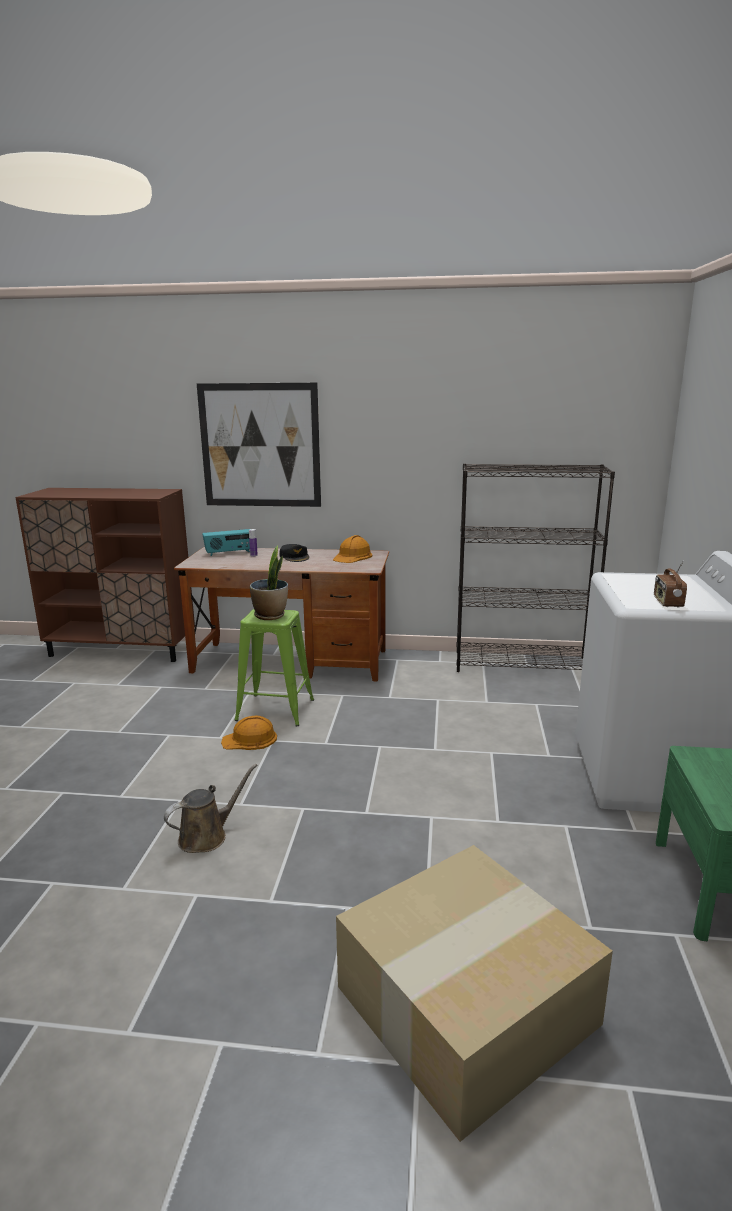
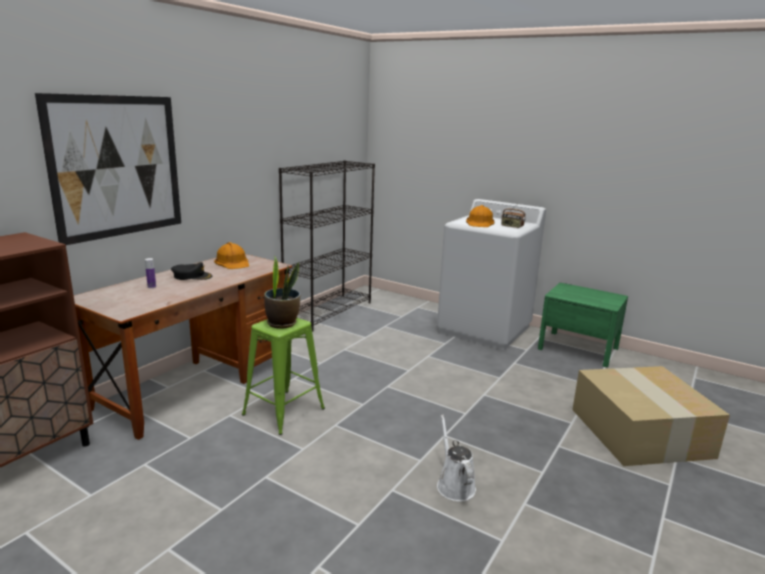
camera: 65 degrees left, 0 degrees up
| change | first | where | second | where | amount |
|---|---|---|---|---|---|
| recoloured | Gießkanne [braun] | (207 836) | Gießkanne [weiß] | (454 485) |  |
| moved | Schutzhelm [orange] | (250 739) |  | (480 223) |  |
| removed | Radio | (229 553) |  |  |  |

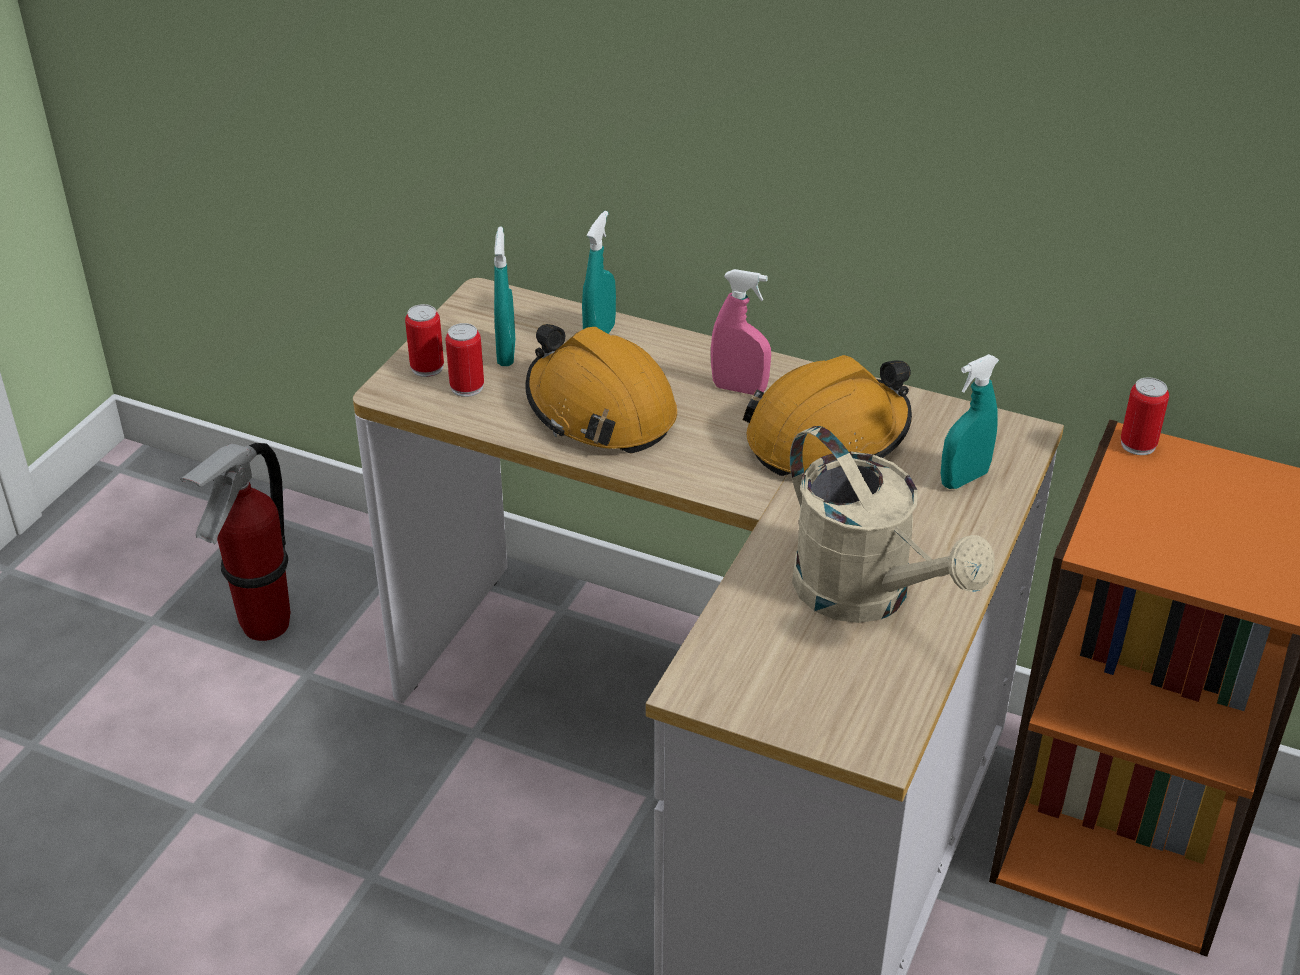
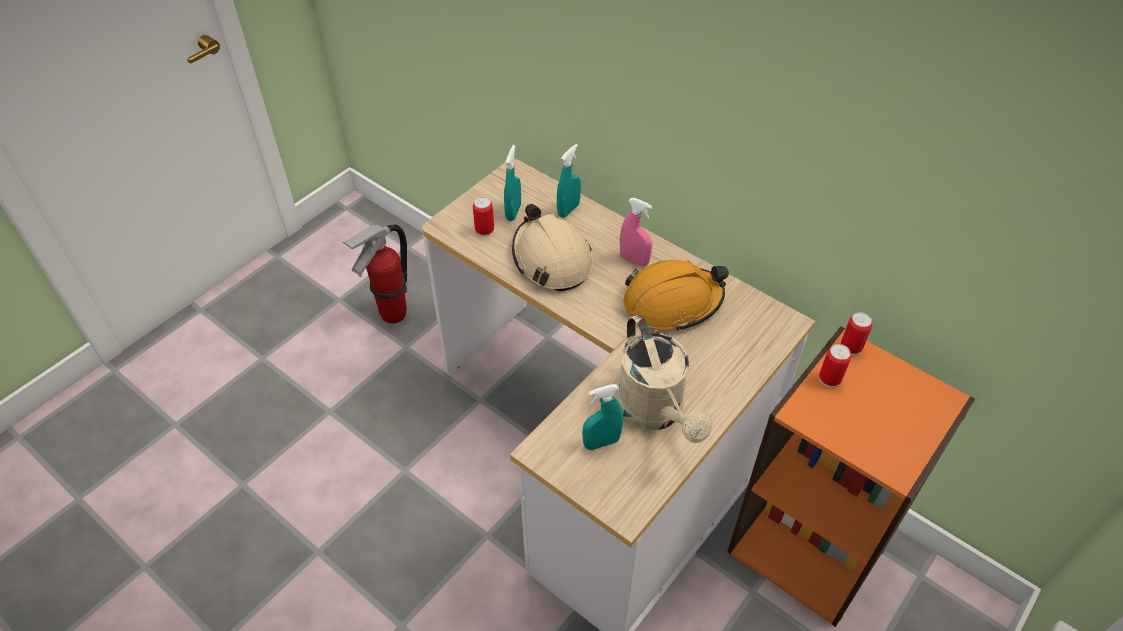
camera: 15 degrees right, 10 degrees up
| change | first | where | second | where | amount |
|---|---|---|---|---|---|
| recoloured | Schutzhelm [orange] | (600 410) | Schutzhelm [beige] | (551 259) |  |
| moved | Sprühflasche [türkis] | (964 479) |  | (601 442) |  |
| moved | Dose | (427 367) |  | (829 379) |  |

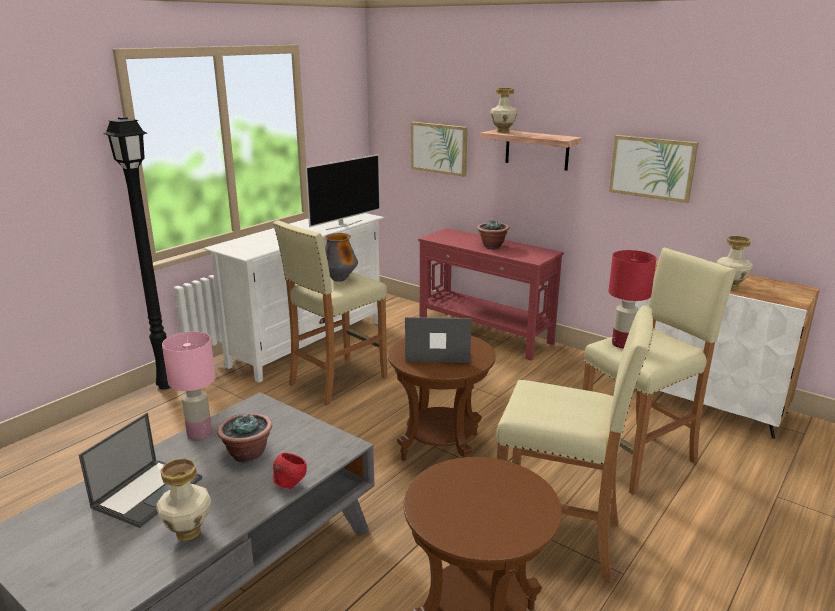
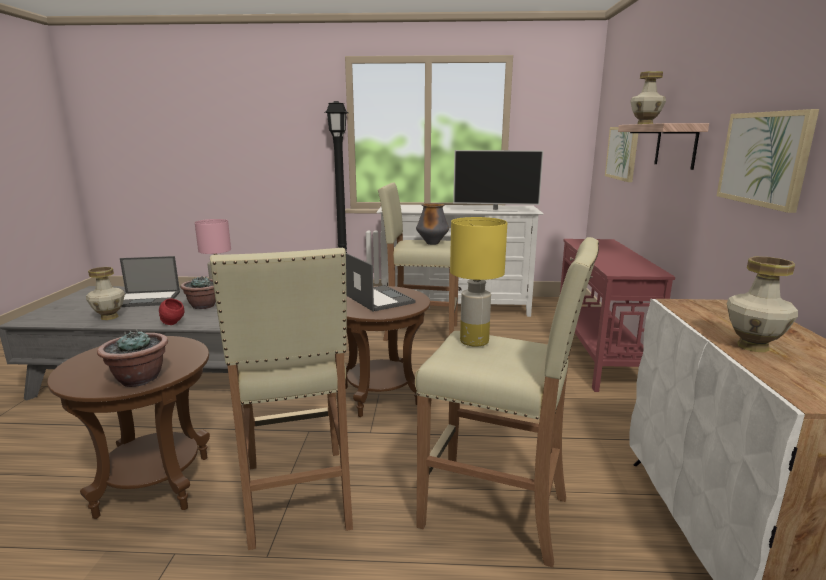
camera: 55 degrees right, 5 degrees down
| change | first | where | second | where | amount |
|---|---|---|---|---|---|
| moved | Topfpflanze | (492 246) |  | (139 379) |  |
| recoloured | Tischlampe [rot] | (623 344) | Tischlampe [gelb] | (475 341) |  |

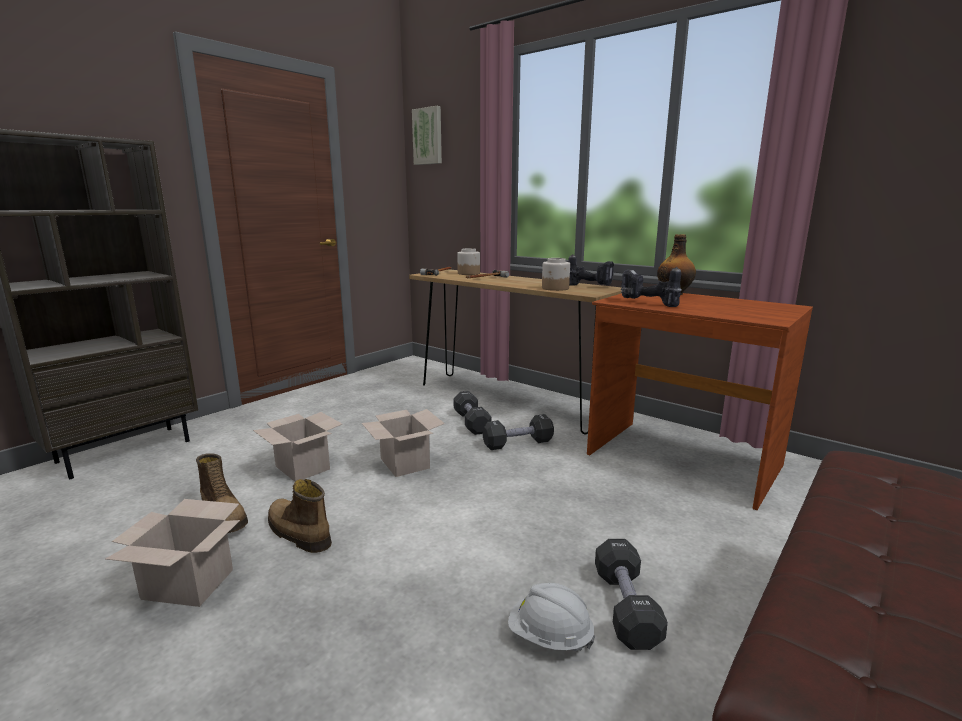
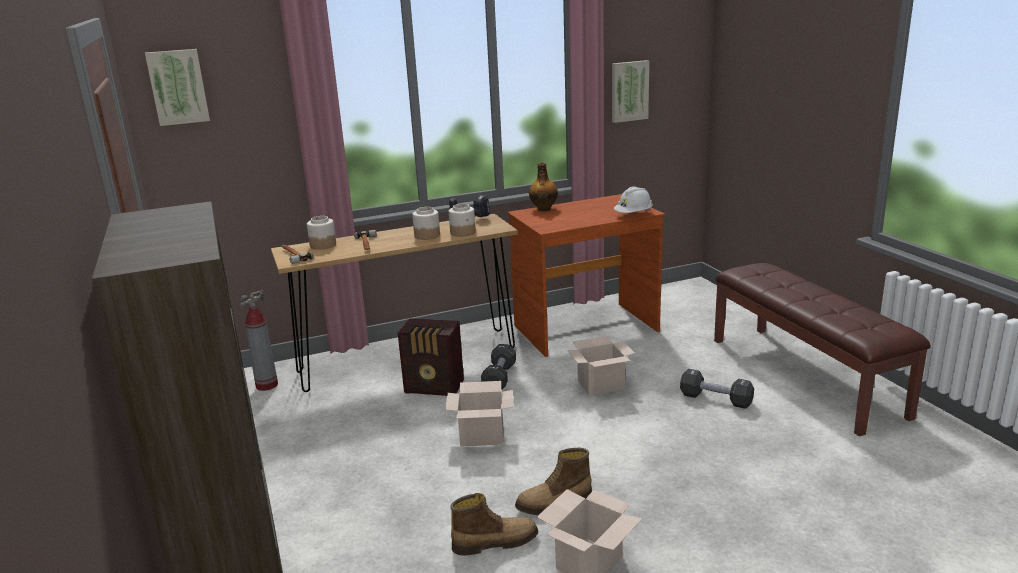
camera: 60 degrees left, 5 degrees up
| change | first | where | second | where | amount |
|---|---|---|---|---|---|
| added |  |  | Feuerlöscher | (266 385) |  |
| replaced | Hantel [schwarz] | (471 422) | Radio | (435 387) |  |
| added |  |  | Vorratsglas | (427 235) |  |
| moved | Karton | (304 468) |  | (601 384) |  |
| added |  |  | Bild | (629 91) |  |
| moved | Schutzhelm [weiß] | (549 637) |  | (633 215) |  |
| removed | Bohrmaschine | (646 303) |  |  |  |

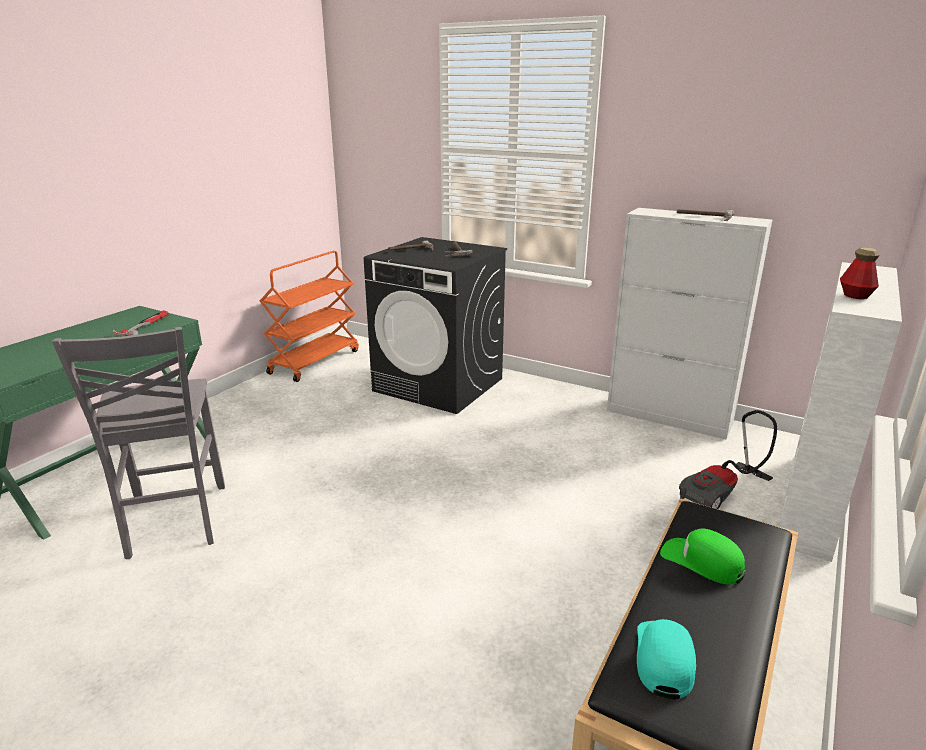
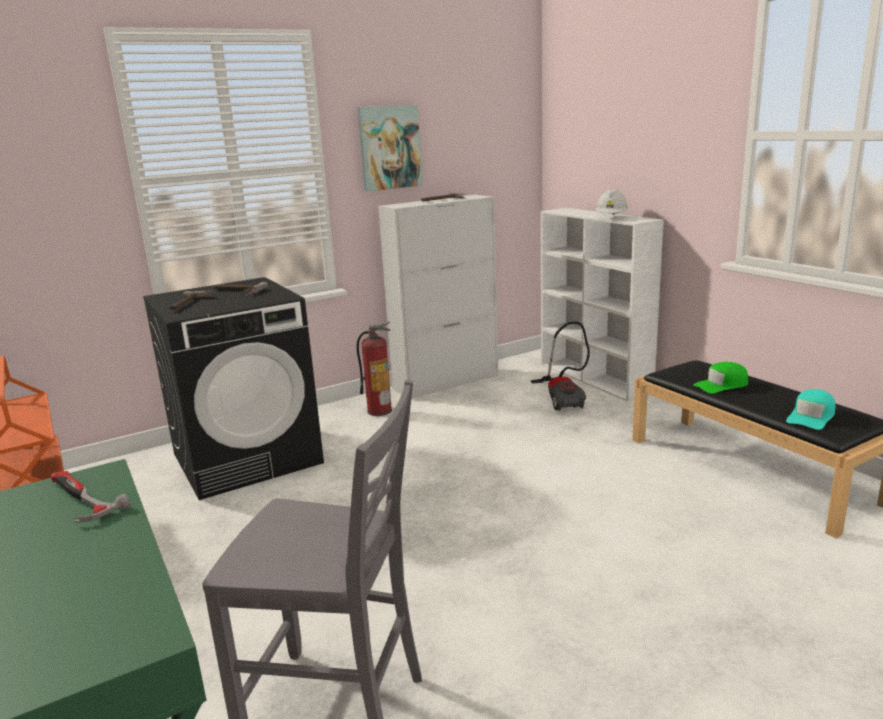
camera: 60 degrees left, 5 degrees down
| change | first | where | second | where | amount |
|---|---|---|---|---|---|
| added |  |  | Feuerlöscher | (379 411) |  |
| added |  |  | Bild | (389 147) |  |
| replaced | Flasche | (855 295) | Schutzhelm [weiß] | (611 218) |  |
| turned | Kappe [türkis] | (664 659) |  | (811 417) | 90 degrees counterclockwise |

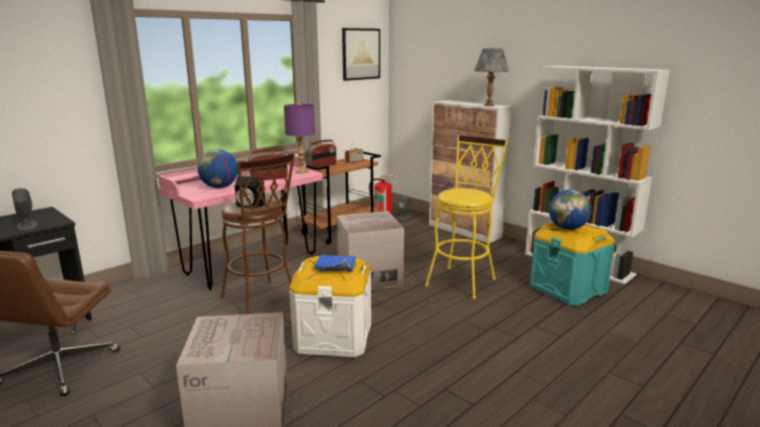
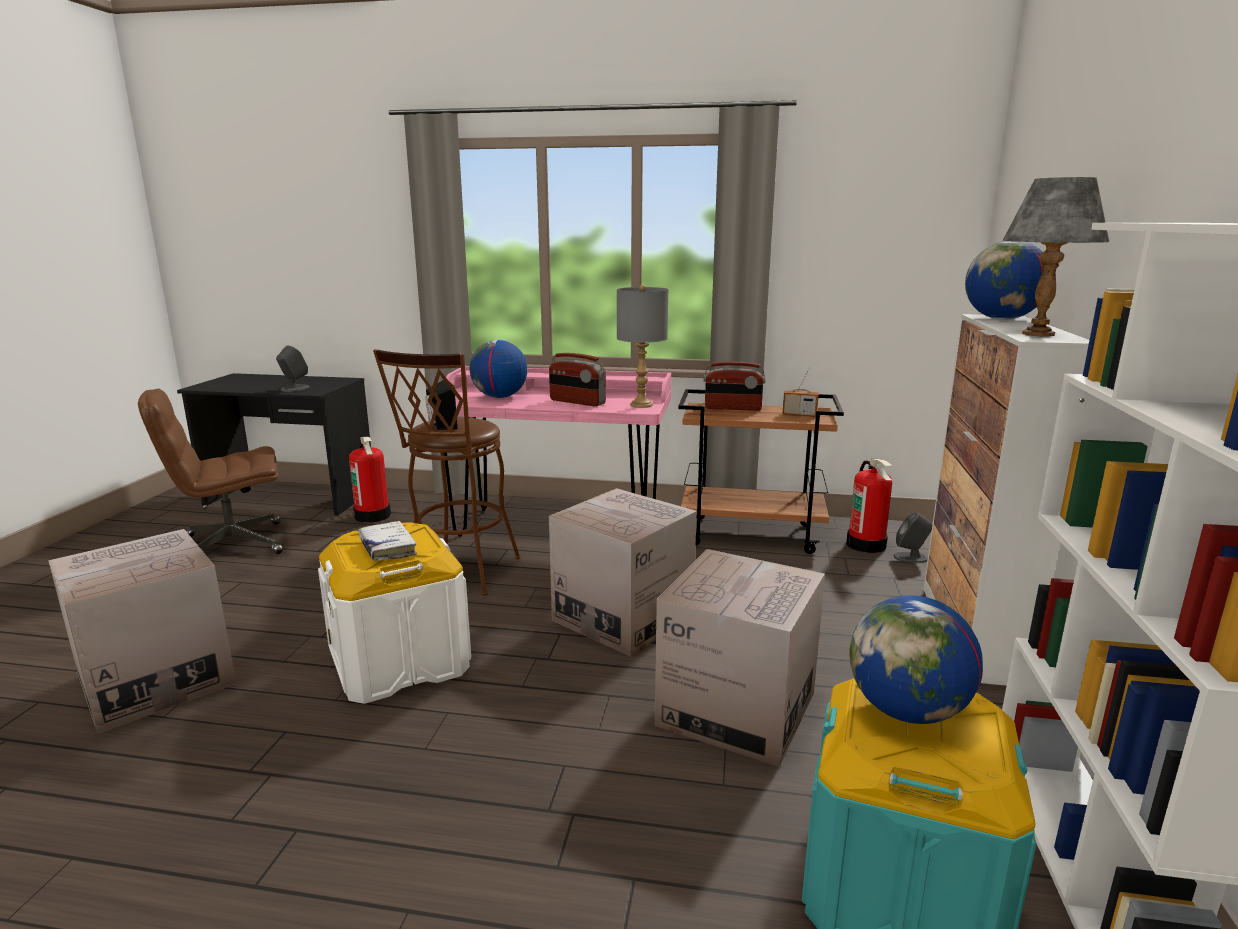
camera: 55 degrees right, 0 degrees up
| change | first | where | second | where | amount |
|---|---|---|---|---|---|
| added |  |  | Feuerlöscher | (373 515) |  |
| recoloured | Buch [blau] | (335 267) | Buch [weiß] | (387 548) |  |
| recoloured | Tischlampe [lila] | (301 172) | Tischlampe [grau] | (641 405) |  |
| replaced | Hocker [gelb] | (463 280) | Karton | (736 709) |  |
| added |  |  | Globus | (1001 319) |  |
| removed | Bild | (361 54) |  |  |  |

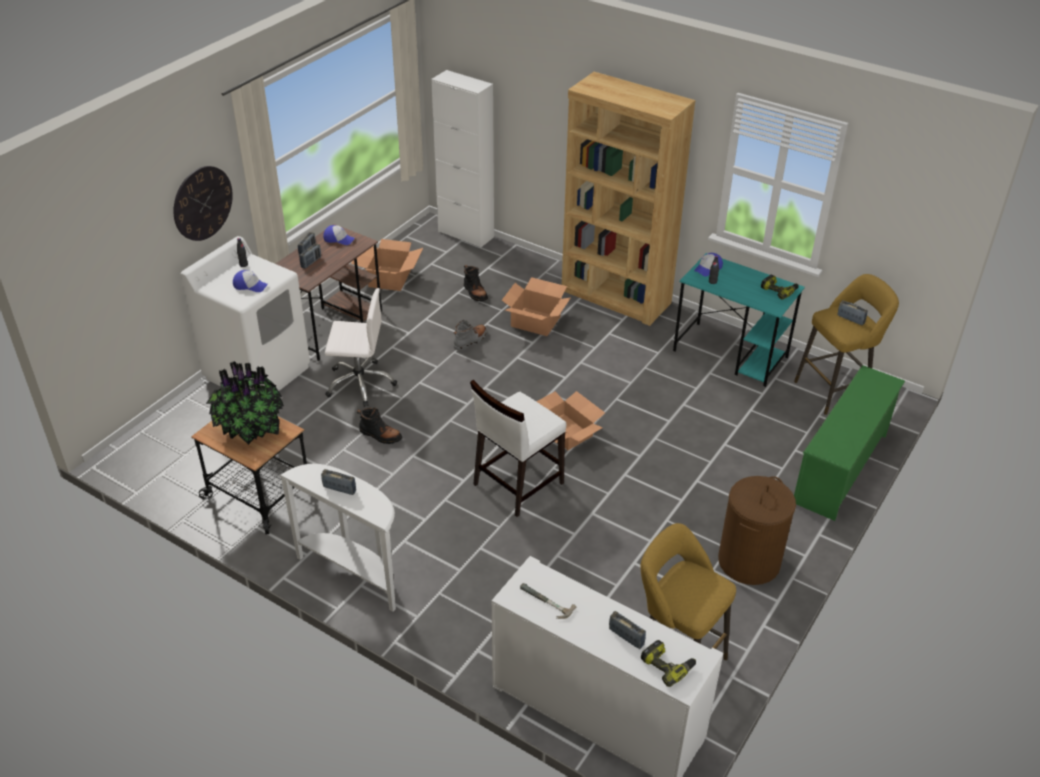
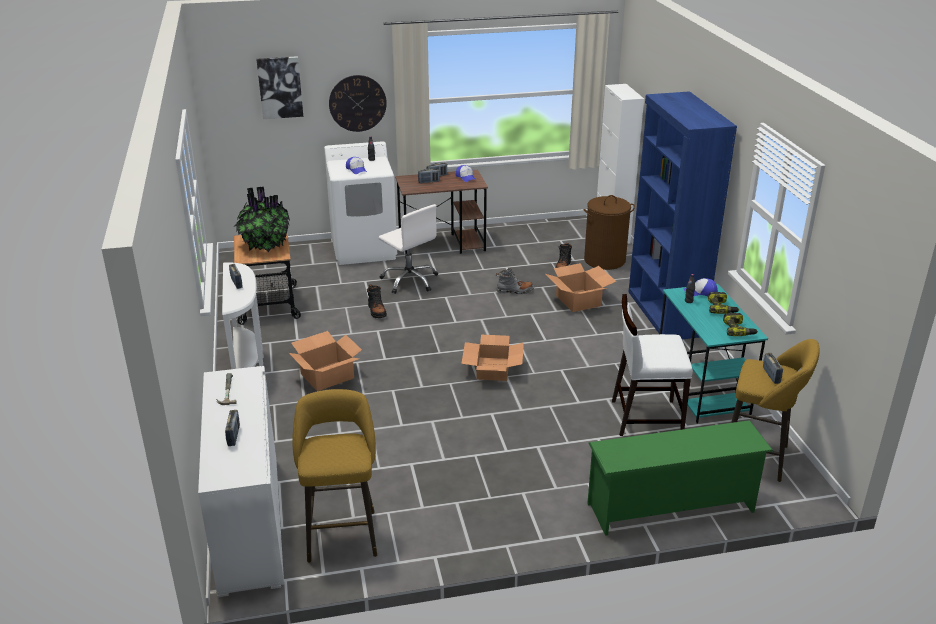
camera: 45 degrees right, 10 degrees down
| change | first | where | second | where | amount |
|---|---|---|---|---|---|
| added |  |  | Bild | (280 87) |  |
| moved | Karton | (389 278) |  | (327 376) |  |
| moved | Wäschekorb [braun] | (749 562) |  | (604 260) |  |
| moved | Stuhl [weiß] | (517 484) |  | (645 417) |  |
| recoloured | Bücherregal [braun] | (615 297) | Bücherregal [blau] | (664 314) |  |
| moved | Bohrmaschine | (668 665) |  | (721 308) |  |

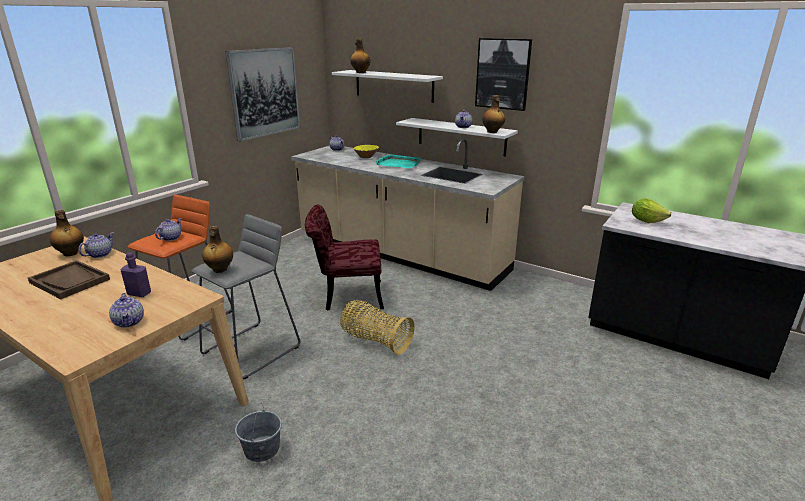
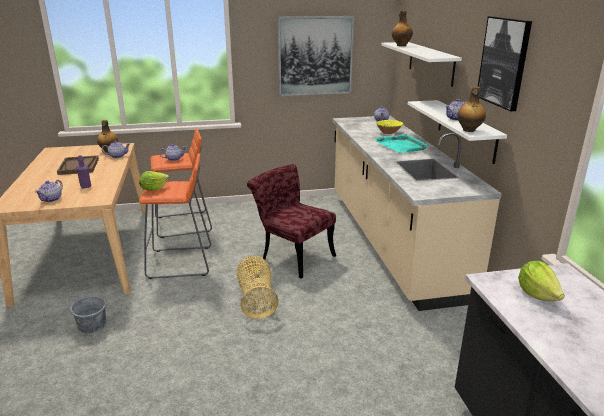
camera: 45 degrees right, 0 degrees up
| change | first | where | second | where | amount |
|---|---|---|---|---|---|
| recoloured | Hocker [grau] | (252 350) | Hocker [orange] | (181 262) |  |
| replaced | Flasche | (220 270) | Salatkopf | (153 189) |  |

